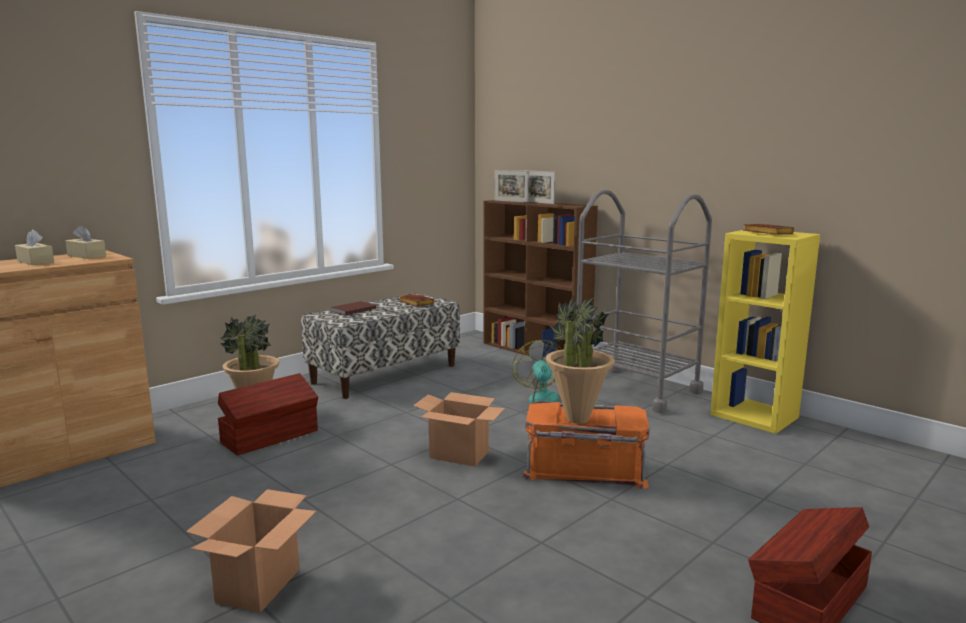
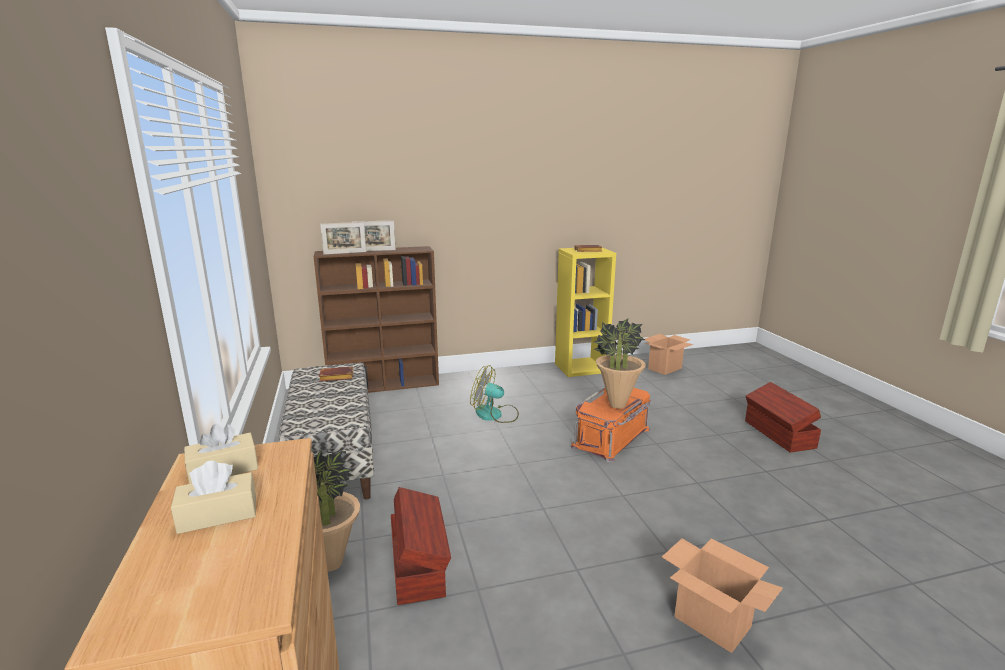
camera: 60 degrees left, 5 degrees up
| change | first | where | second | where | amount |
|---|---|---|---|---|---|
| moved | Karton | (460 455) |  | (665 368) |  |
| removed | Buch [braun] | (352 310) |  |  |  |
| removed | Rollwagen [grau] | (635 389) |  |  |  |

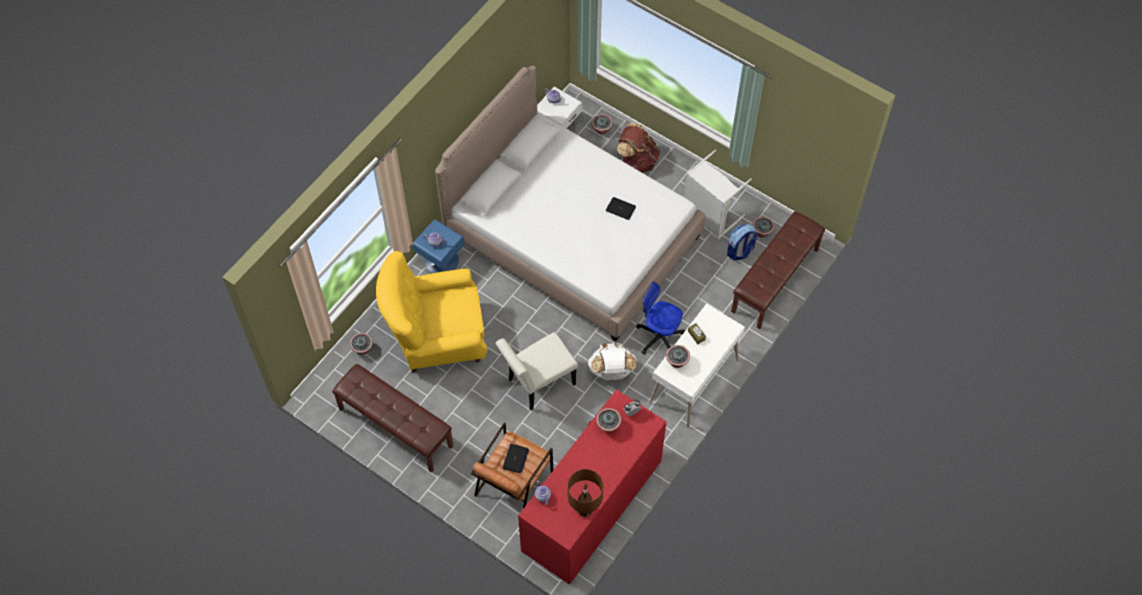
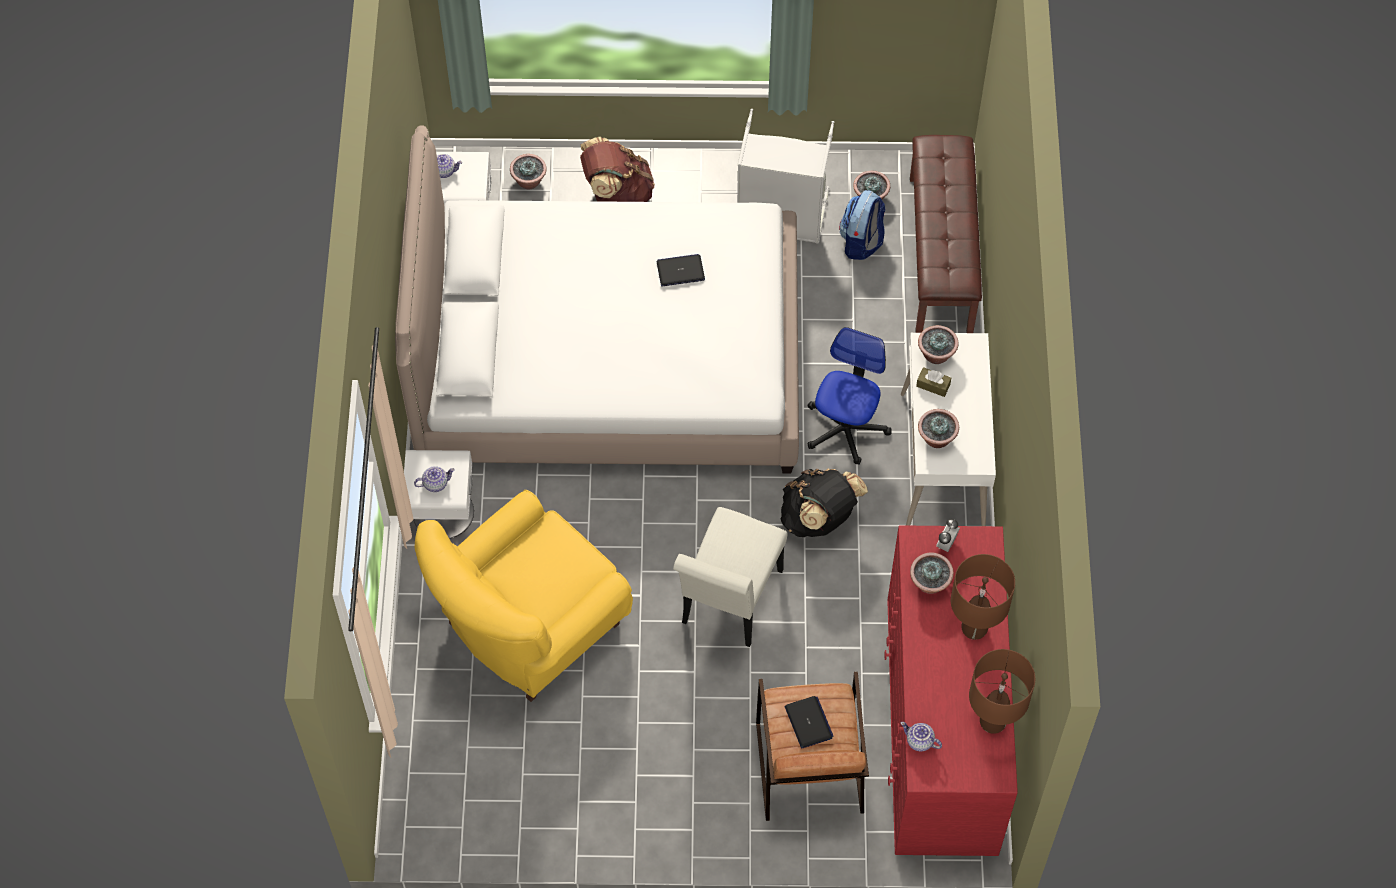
camera: 35 degrees left, 0 degrees up
| change | first | where | second | where | amount |
|---|---|---|---|---|---|
| recoloured | Nachttisch [blau] | (441 260) | Nachttisch [weiß] | (442 512) |  |
| recoloured | Rucksack [weiß] | (612 371) | Rucksack [schwarz] | (819 518) |  |
| turned | Bürostuhl | (659 336) |  | (845 428) | 120 degrees clockwise |
| moved | Topfpflanze | (362 349) |  | (936 354) |  |
| added |  |  | Tischlampe [braun] | (974 628) |  |
| removed | Bank [braun] | (395 427) |  |  |  |

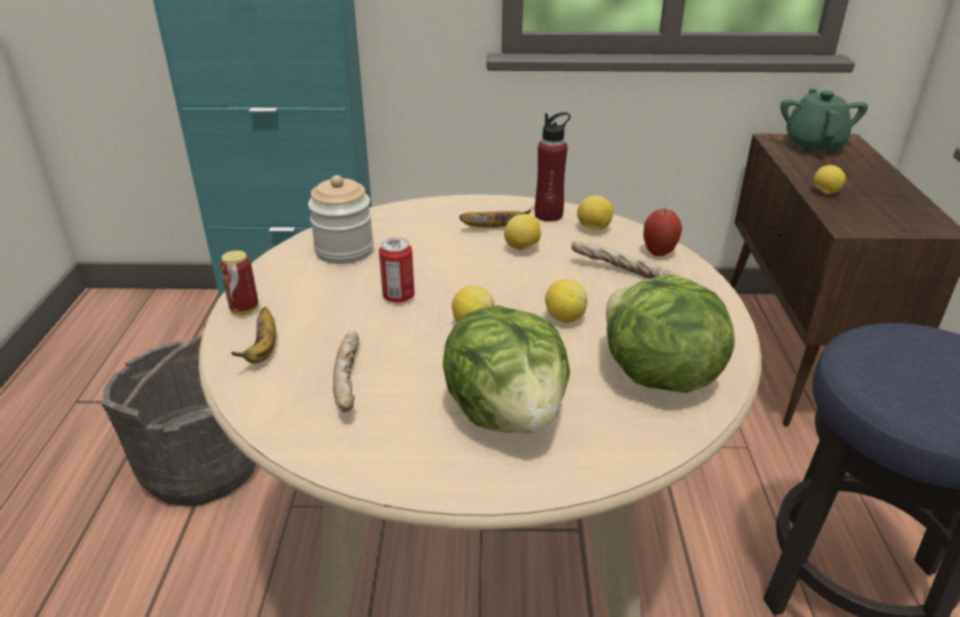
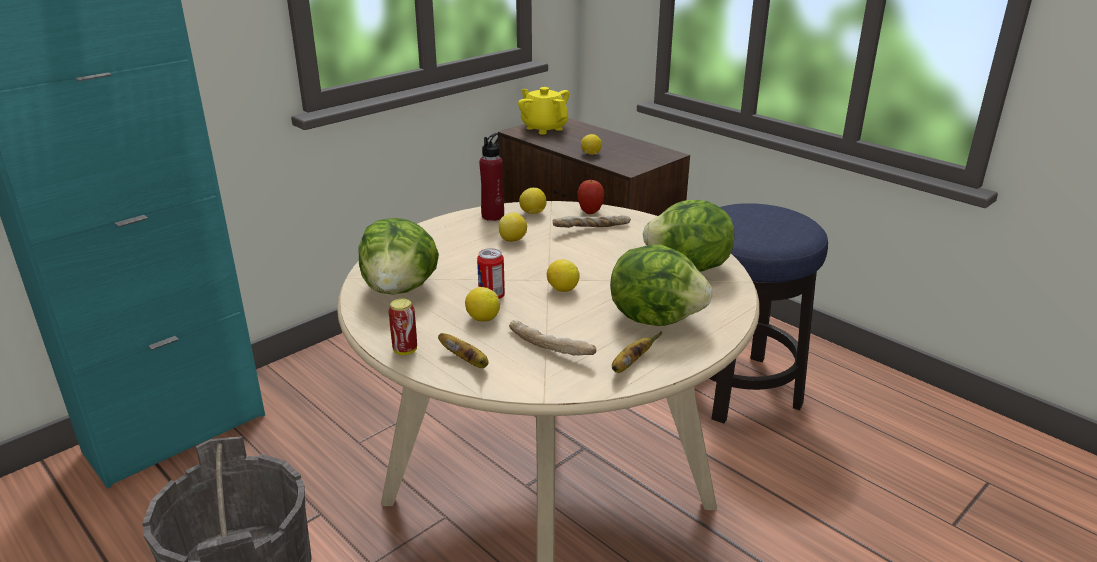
camera: 45 degrees left, 5 degrees down
| change | first | where | second | where | amount |
|---|---|---|---|---|---|
| replaced | Vorratsglas | (344 250) | Salatkopf | (400 289) |  |
| moved | Zitrone | (564 318) |  | (482 319) |  |
| recoloured | Teekanne [grün] | (814 145) | Teekanne [gelb] | (544 128) |  |
| moved | Banane | (493 228) |  | (630 364) |  |

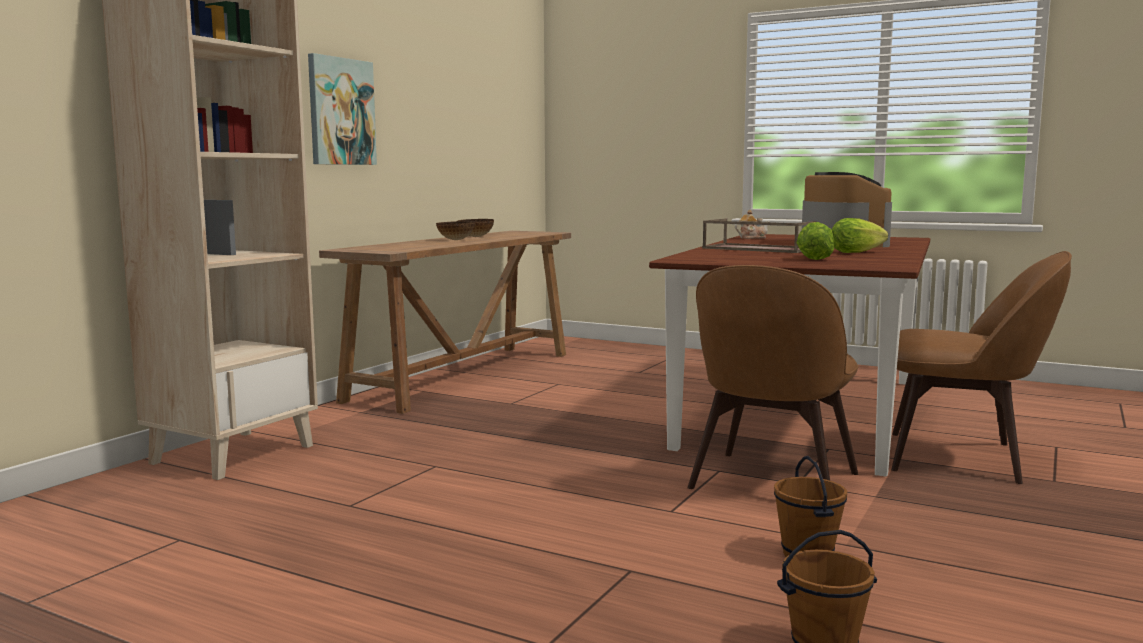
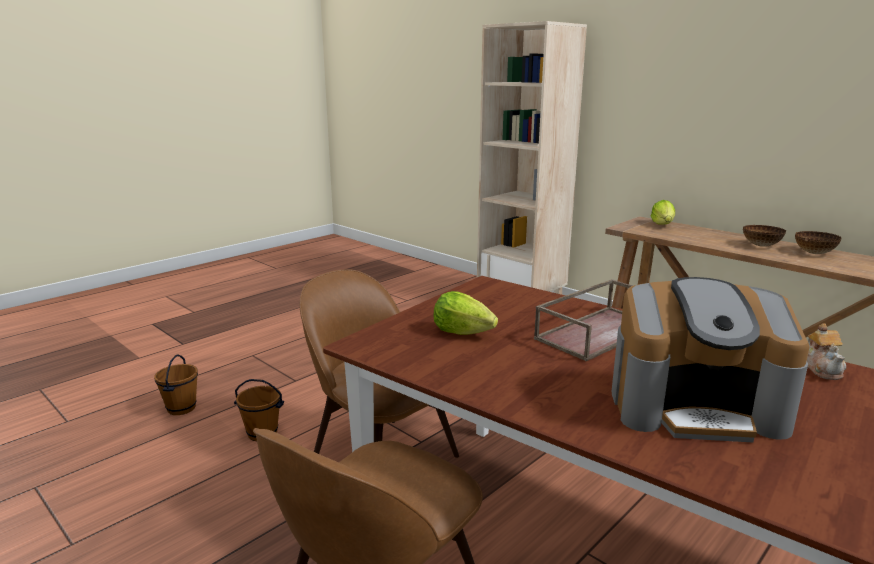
camera: 105 degrees right, 10 degrees up
| change | first | where | second | where | amount |
|---|---|---|---|---|---|
| moved | Salatkopf | (855 252) |  | (663 225) |  |
| removed | Bild | (341 112) |  |  |  |

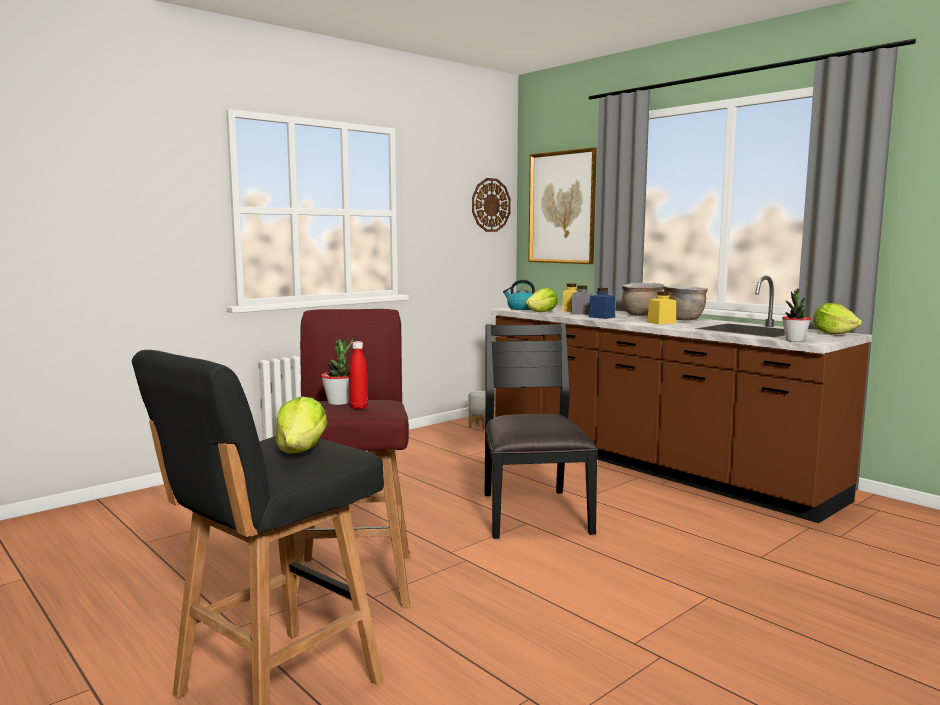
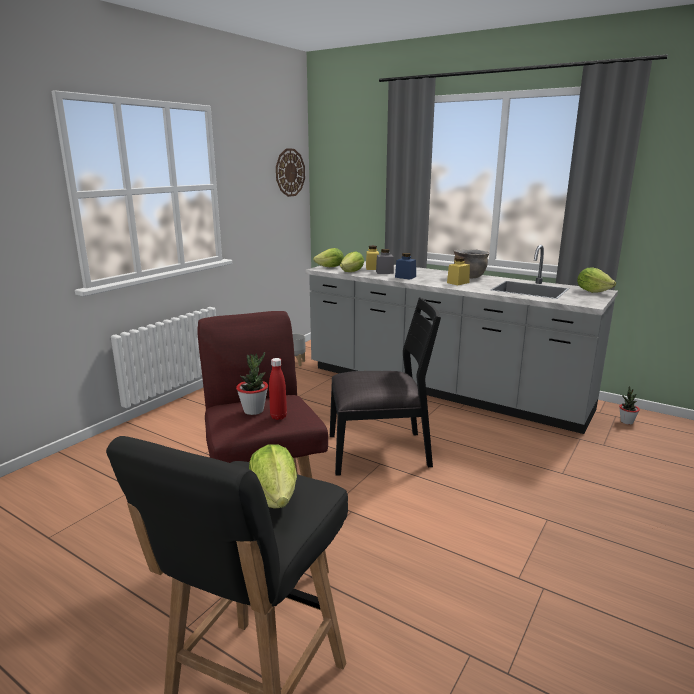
camera: 15 degrees left, 10 degrees up
| change | first | where | second | where | amount |
|---|---|---|---|---|---|
| recoloured | Küchenzeile [braun] | (648 464) | Küchenzeile [grau] | (441 389) |  |
| replaced | Wasserkessel | (521 308) | Salatkopf | (330 267) |  |
| turned | Stuhl [schwarz] | (533 512) |  | (379 451) | 105 degrees clockwise |
| moved | Topfpflanze | (794 340) |  | (626 422) |  |
| removed | Bild | (562 207) |  |  |  |
| removed | Kochtopf [braun] | (641 315) |  |  |  |

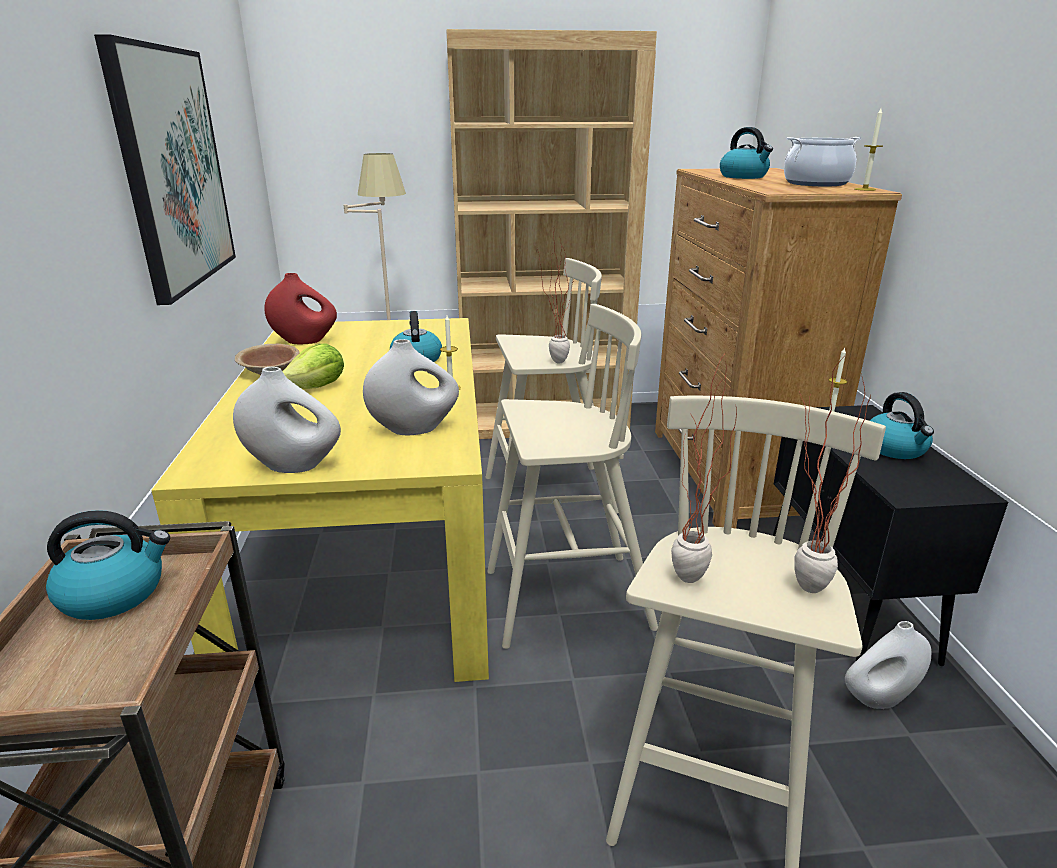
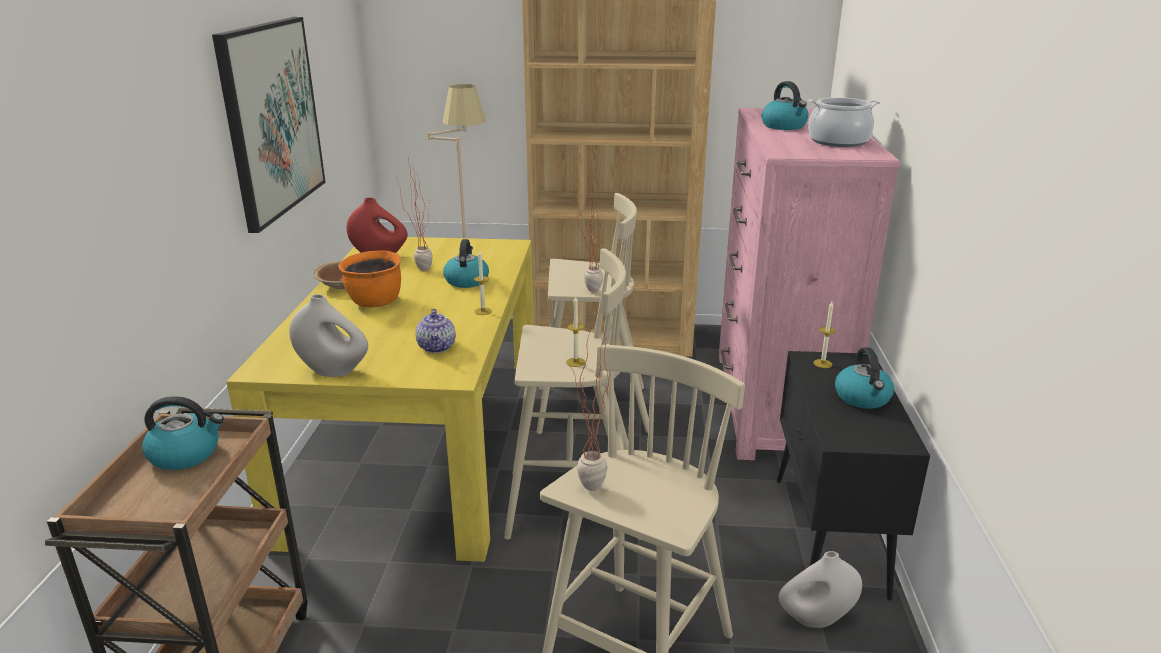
camera: 10 degrees right, 0 degrees up
| change | first | where | second | where | amount |
|---|---|---|---|---|---|
| replaced | Salatkopf | (318 387) | Kochtopf [orange] | (375 302) |  |
| moved | Topfpflanze | (796 584) |  | (420 268) |  |
| replaced | Vase [weiß] | (414 429) | Teekanne | (437 347) |  |
| moved | Kerze | (865 189) |  | (575 362) |  |
| recoloured | Kommode [braun] | (730 473) | Kommode [rosa] | (775 404) |  |

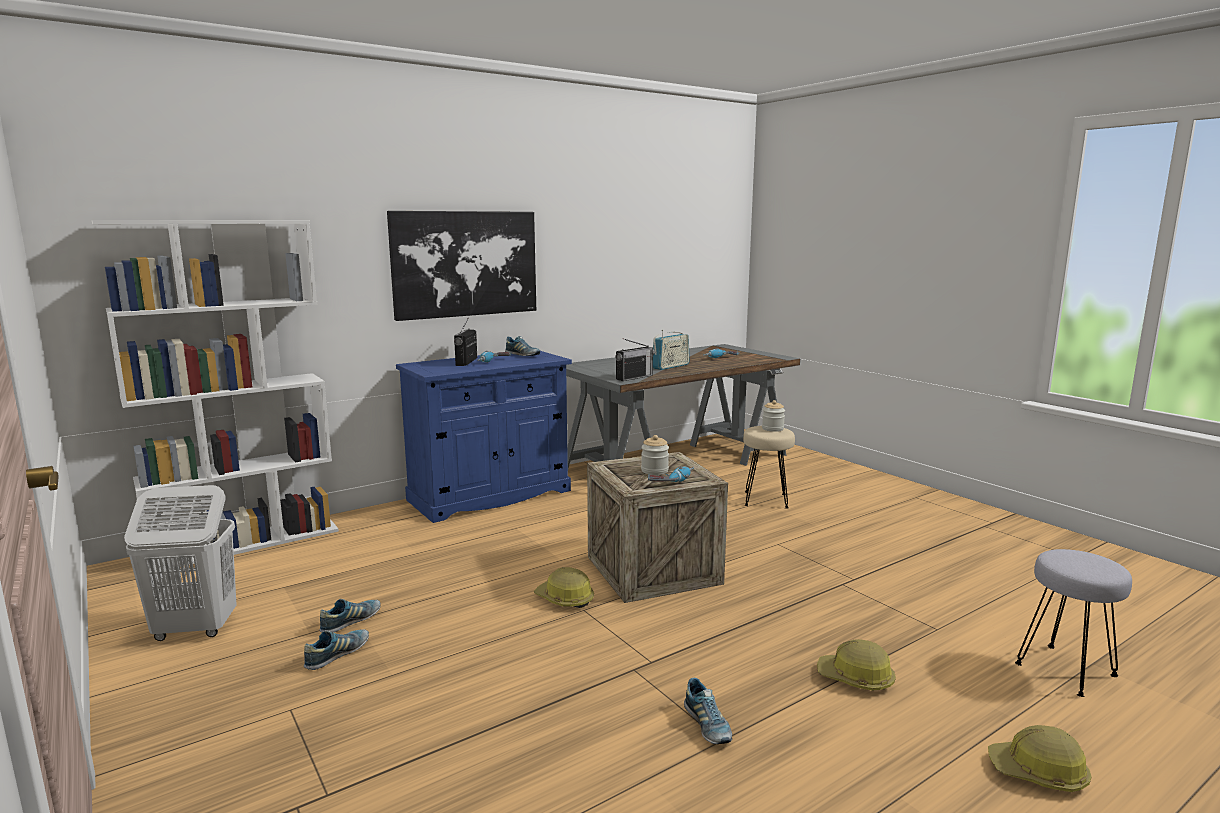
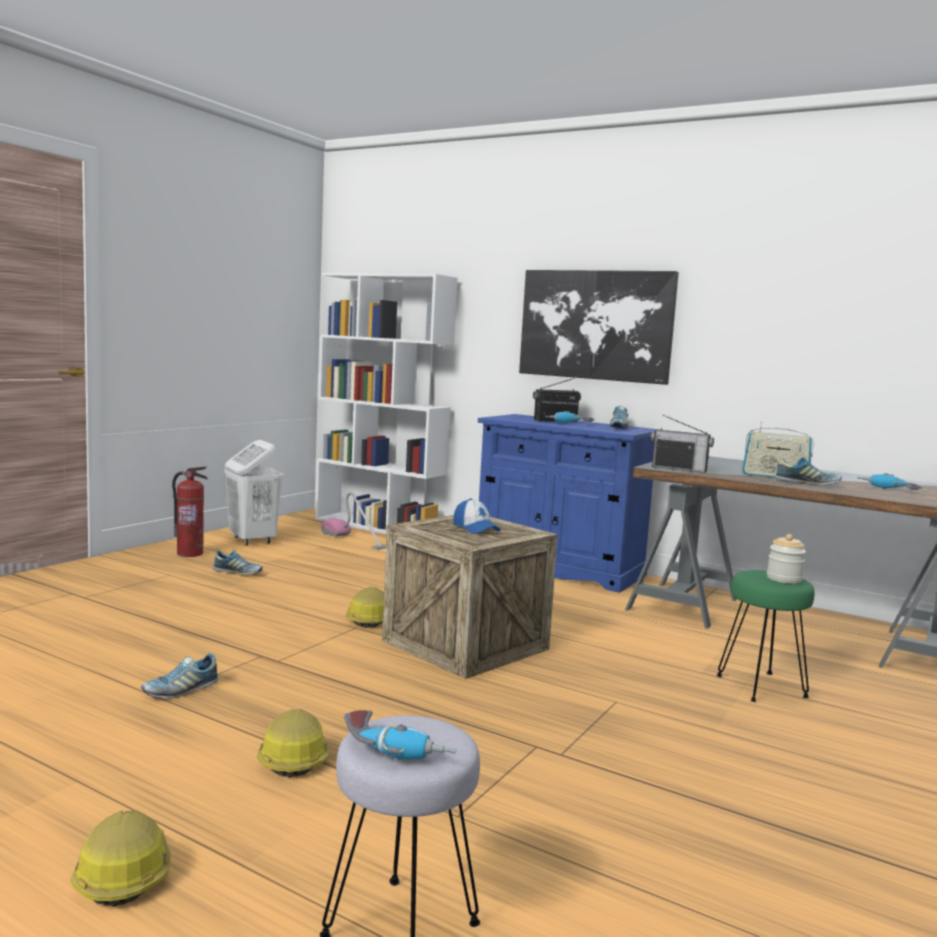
camera: 65 degrees right, 5 degrees down
| change | first | where | second | where | amount |
|---|---|---|---|---|---|
| added |  |  | Feuerlöscher | (190 553) |  |
| added |  |  | Staubsauger | (354 540) |  |
| moved | Bohrmaschine | (672 481) |  | (396 749) |  |
| replaced | Vorratsglas | (654 471) | Kappe | (475 529) |  |
| recoloured | Hocker [beige] | (765 500) | Hocker [grün] | (760 687) |  |
| moved | Schuh | (351 622) |  | (807 484) |  |

